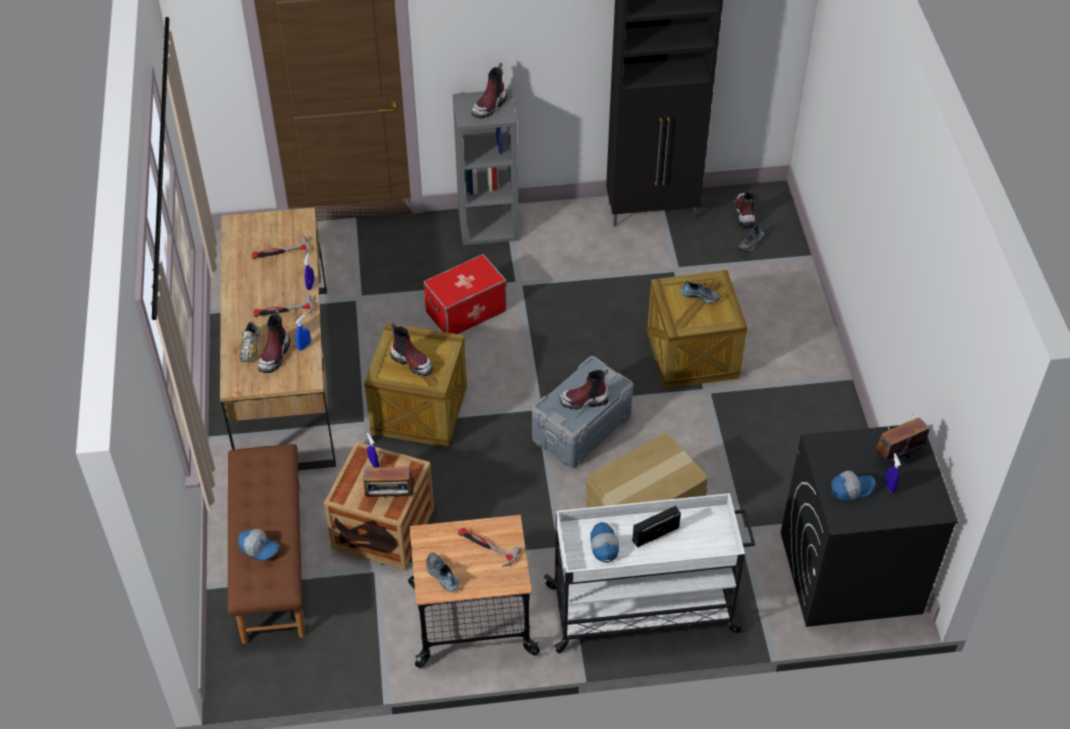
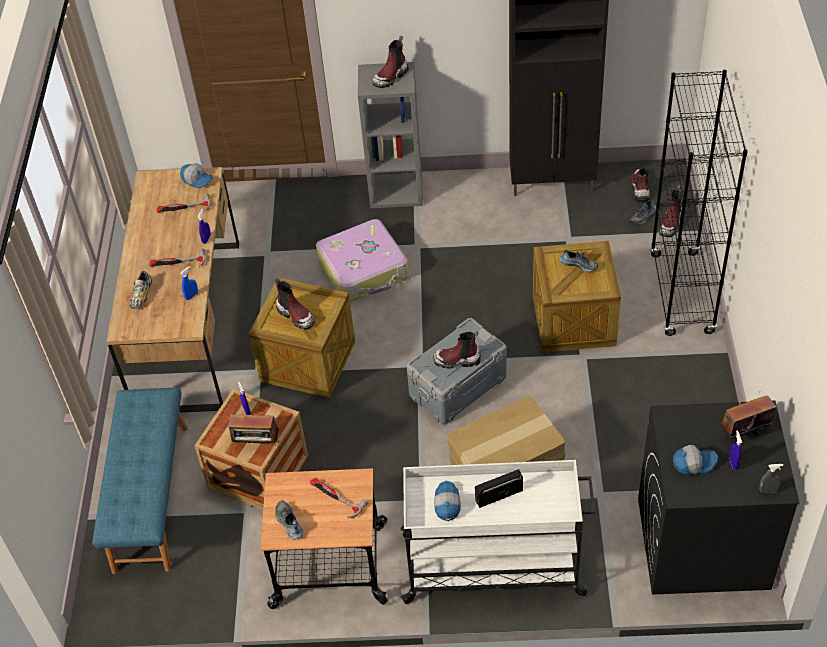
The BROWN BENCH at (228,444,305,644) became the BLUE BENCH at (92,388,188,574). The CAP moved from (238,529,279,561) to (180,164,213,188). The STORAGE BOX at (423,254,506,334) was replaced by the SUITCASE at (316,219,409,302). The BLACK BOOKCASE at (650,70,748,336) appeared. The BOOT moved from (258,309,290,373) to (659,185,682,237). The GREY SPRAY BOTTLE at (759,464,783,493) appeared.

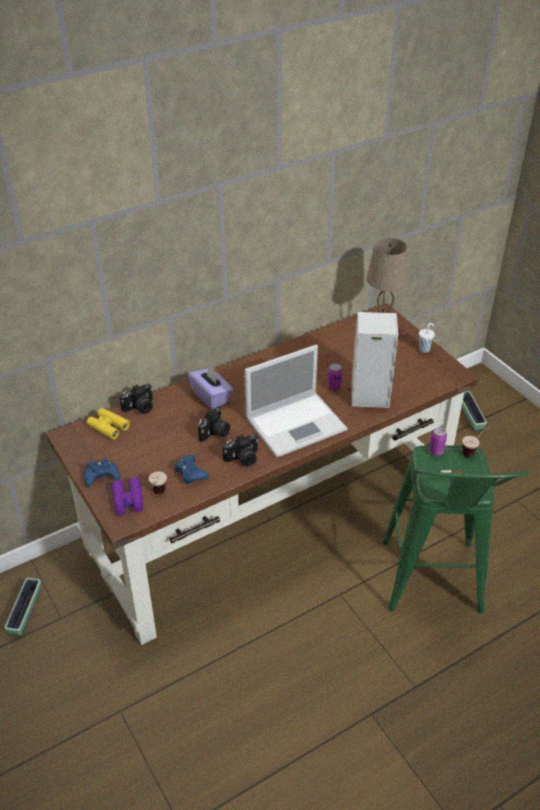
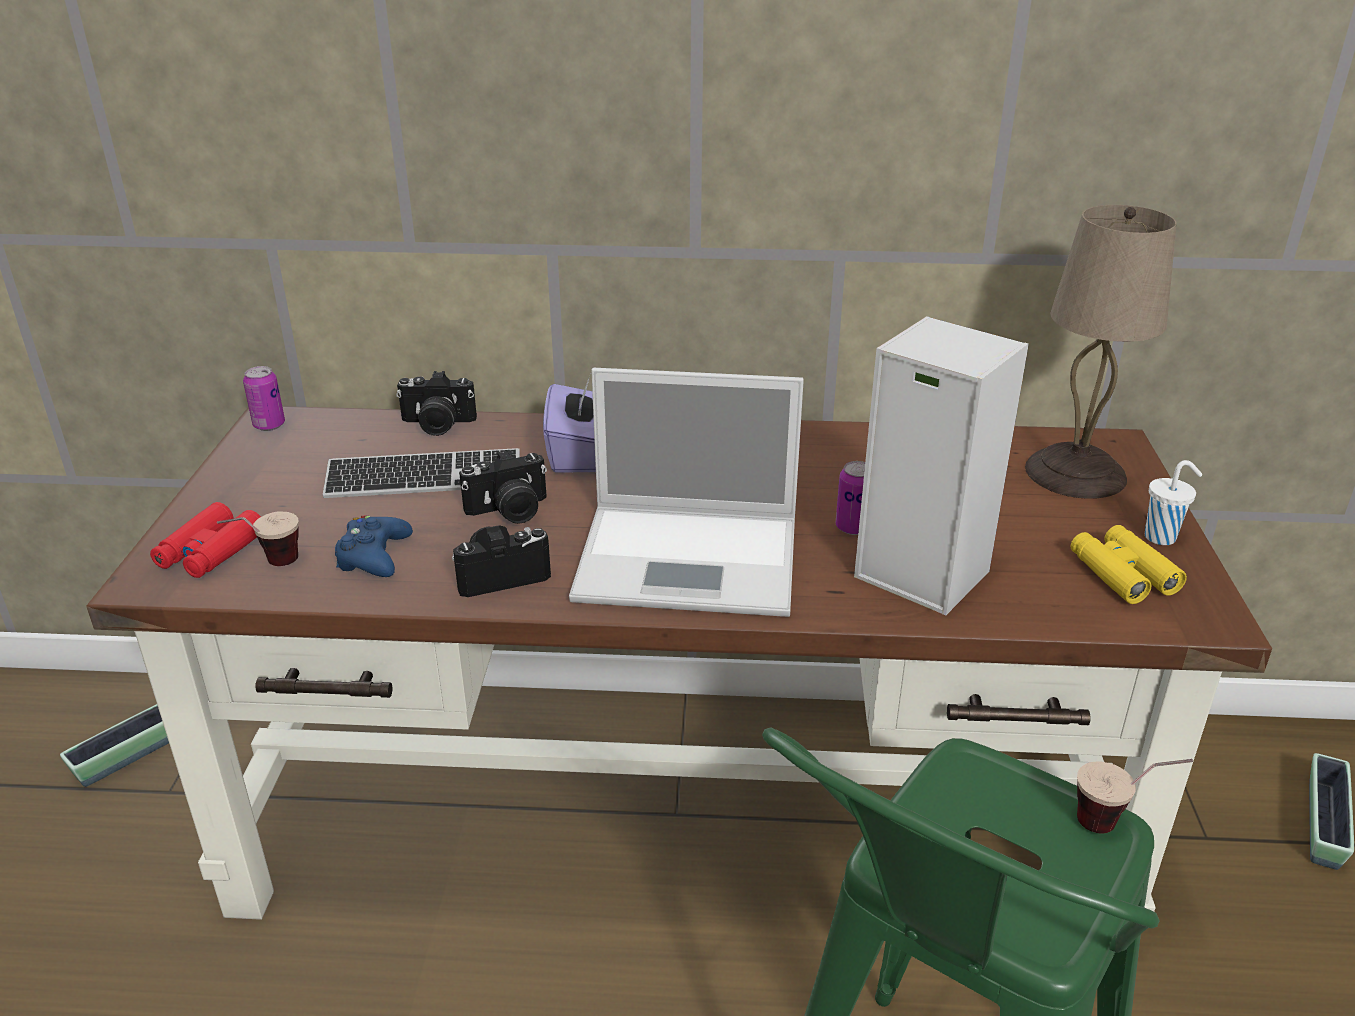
The PURPLE BINOCULARS at (111,478,143,515) became the RED BINOCULARS at (150,502,261,578). The CAN moved from (429,427,447,456) to (243,366,285,431). The KEYBOARD at (323,448,520,498) appeared. The PHOTO CAMERA at (223,434,258,467) turned 150 degrees clockwise. The YELLOW BINOCULARS moved from (87,408,130,440) to (1071,525,1187,604). The BLUE GAME CONTROLLER at (84,459,120,487) disappeared.

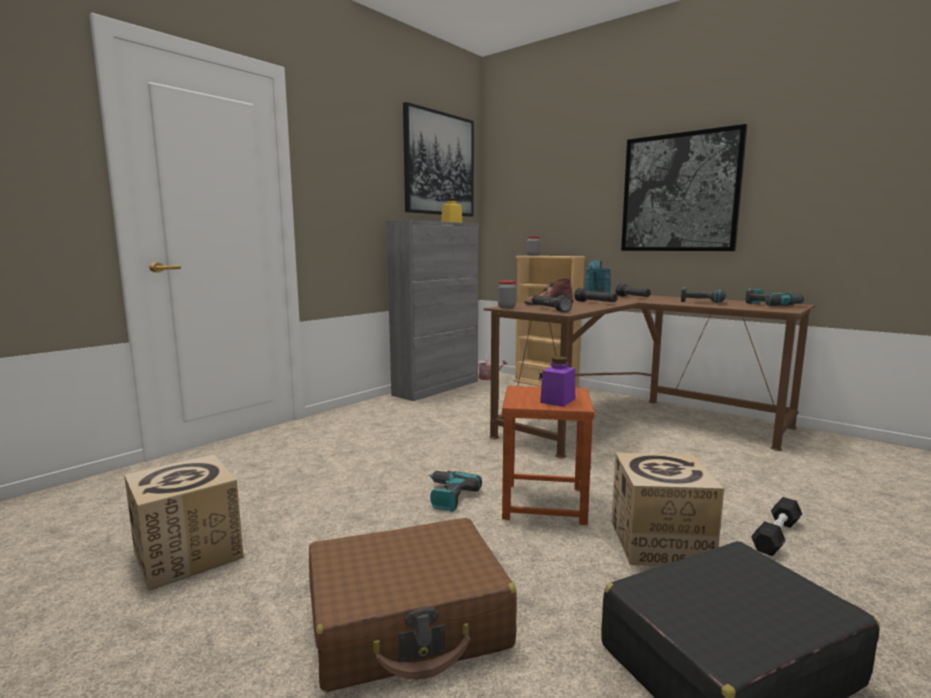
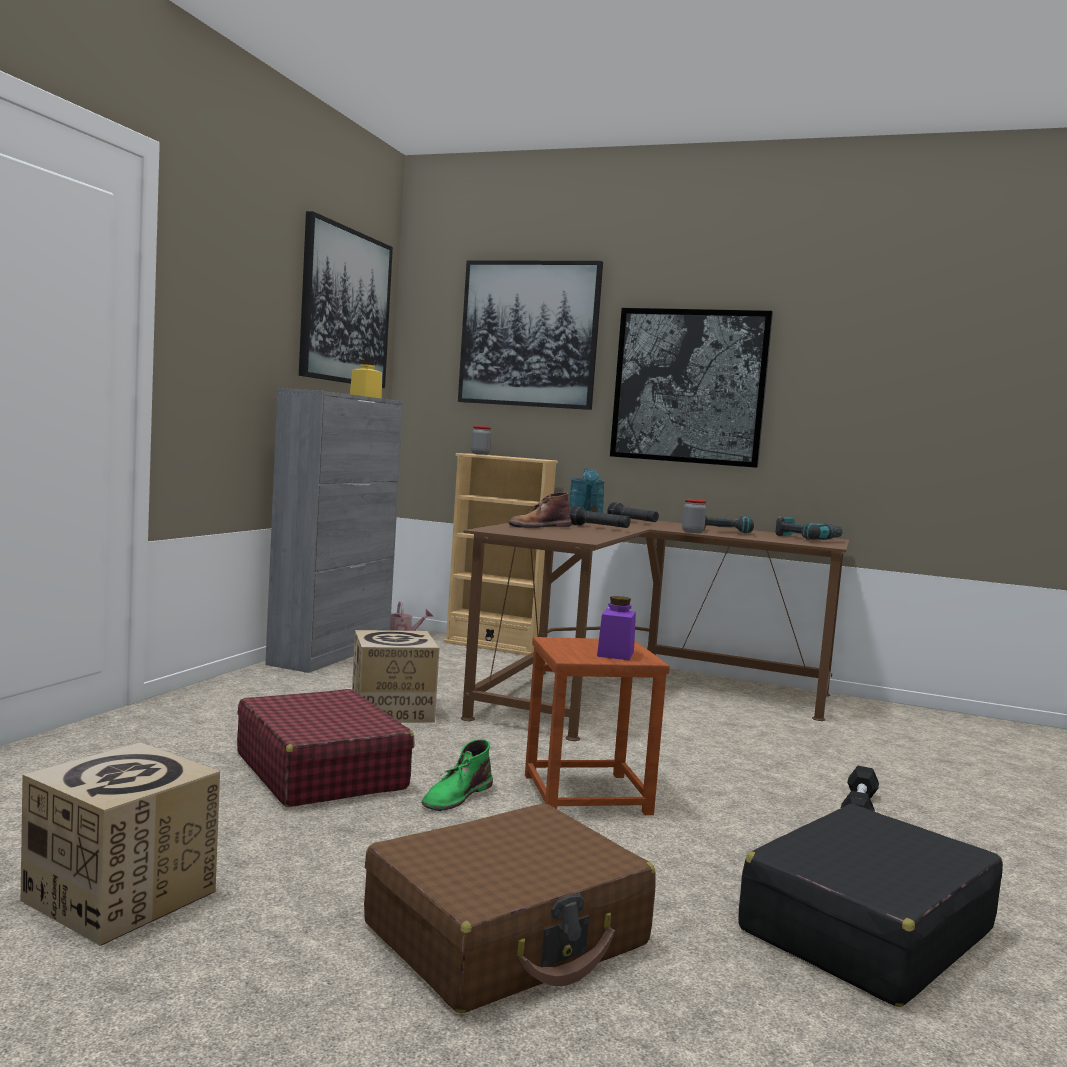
The RED SUITCASE at (237,689,414,807) appeared. The CARDBOARD BOX moved from (612,453,724,566) to (352,630,440,723). The POWER DRILL at (428,471,482,512) was replaced by the GREEN BOOT at (422,739,493,811). The PICTURE at (458,260,603,410) appeared. The JAR moved from (498,281,516,308) to (682,499,706,533). The BLACK FLASHLIGHT at (532,295,572,312) disappeared.

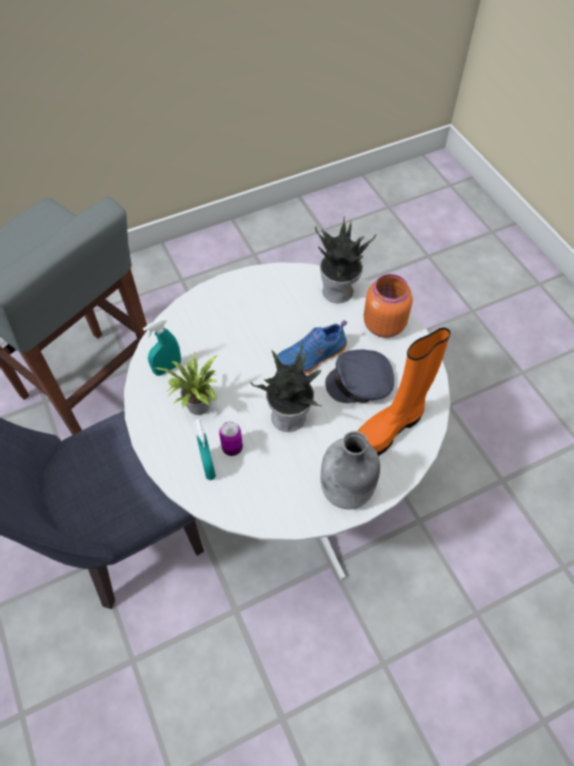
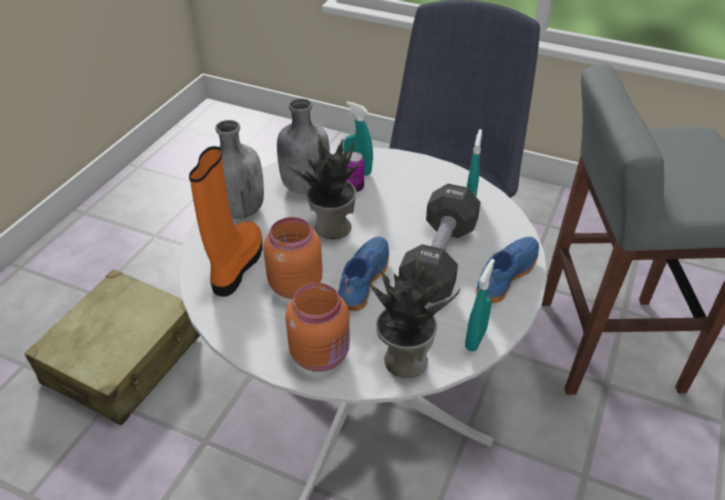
The BEIGE SUITCASE at (24,269,200,425) appeared. The GREY CAP at (325,350,394,403) was replaced by the ORANGE JAR at (263,217,322,299). The GREY BOTTLE at (277,98,330,194) appeared. The BLACK DUMBBELL at (399,184,480,303) appeared. The TURQUOISE SPRAY BOTTLE at (465,259,495,351) appeared. The BLUE SHOE at (476,237,539,303) appeared. The POTTED PLANT at (155,352,218,415) disappeared.

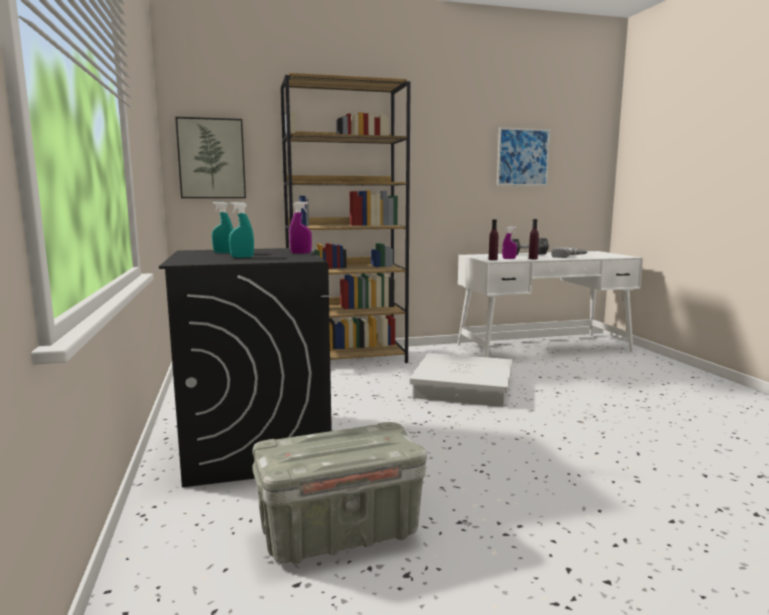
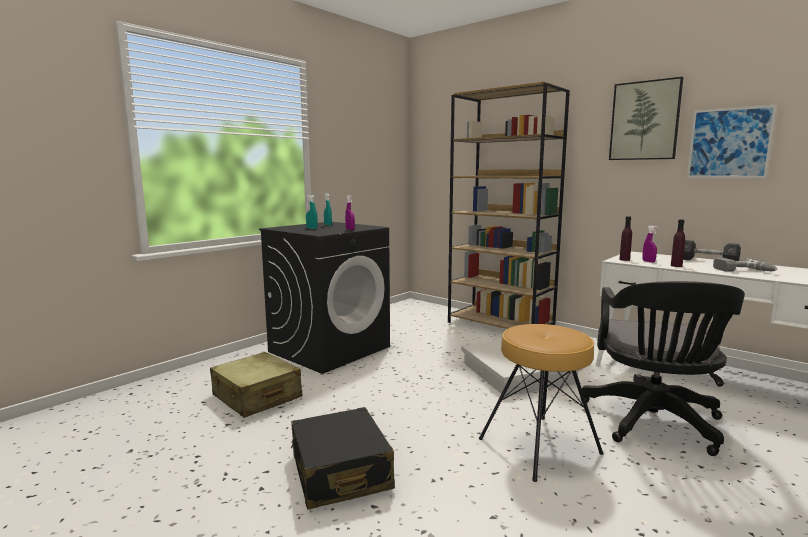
The GREY STORAGE BOX at (252,422,427,564) was replaced by the BEIGE SUITCASE at (210,352,302,418). The BLACK SUITCASE at (291,407,395,509) appeared. The BROWN STOOL at (479,324,604,482) appeared. The BLACK OFFICE CHAIR at (581,281,745,456) appeared. The PICTURE moved from (175,117,246,198) to (609,77,683,160).

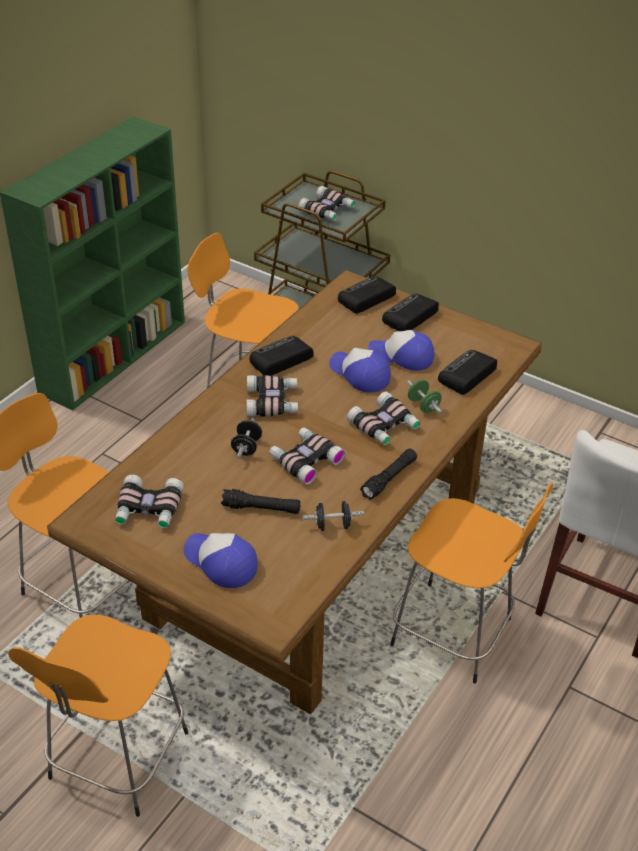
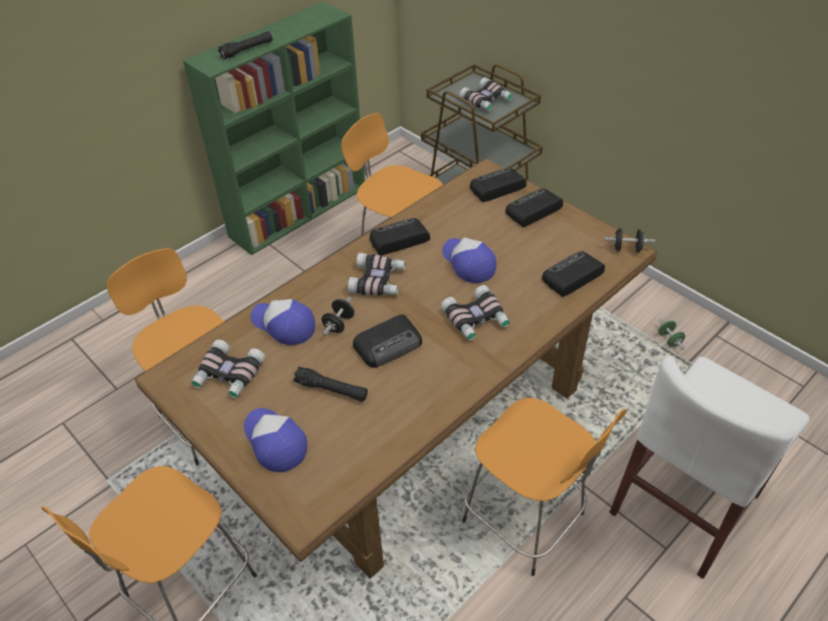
The BLACK FLASHLIGHT moved from (360,448,417,500) to (218,31,272,59). The CAP moved from (368,330,435,371) to (251,299,315,345). The BINOCULARS at (269,427,346,485) was replaced by the RADIO at (353,314,422,368). The BLACK DUMBBELL moved from (302,501,364,531) to (603,228,655,252). The GREEN DUMBBELL moved from (407,380,442,413) to (658,319,685,350).

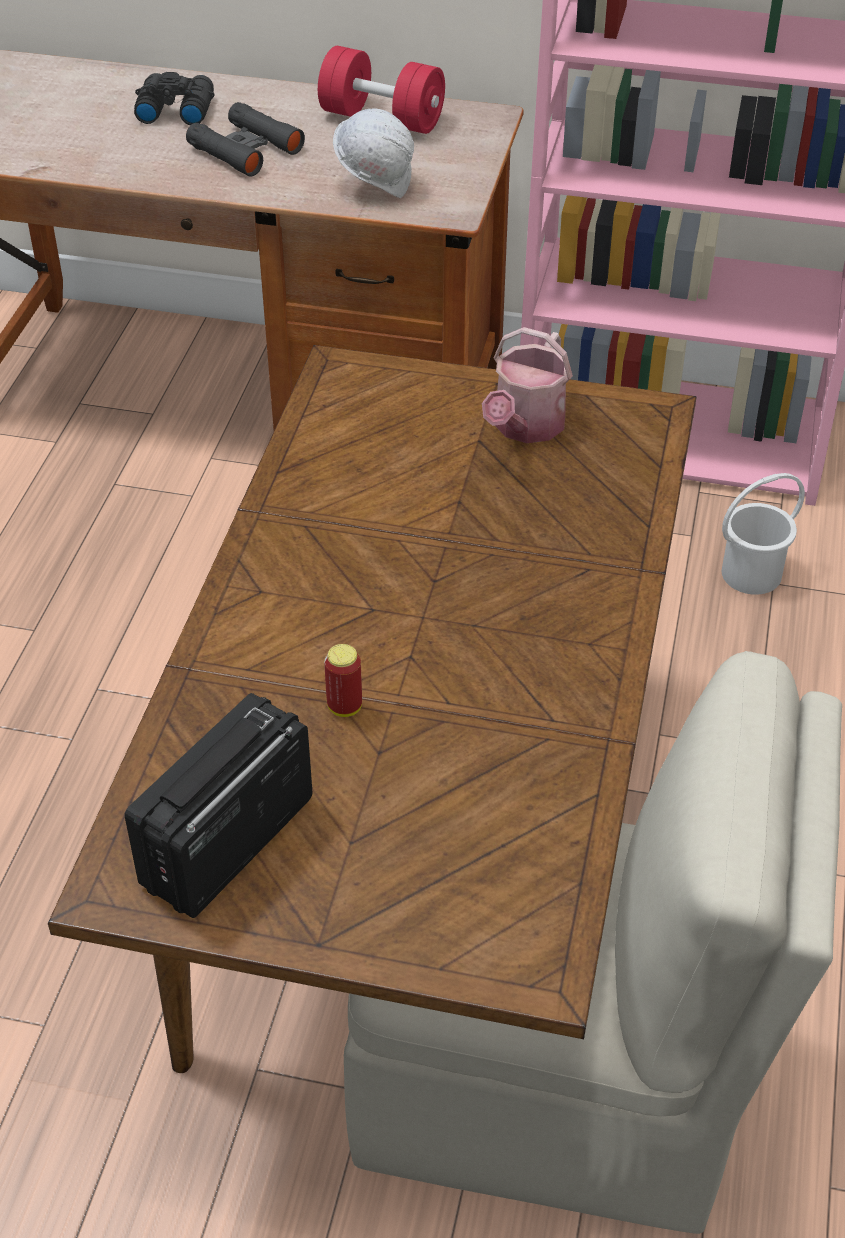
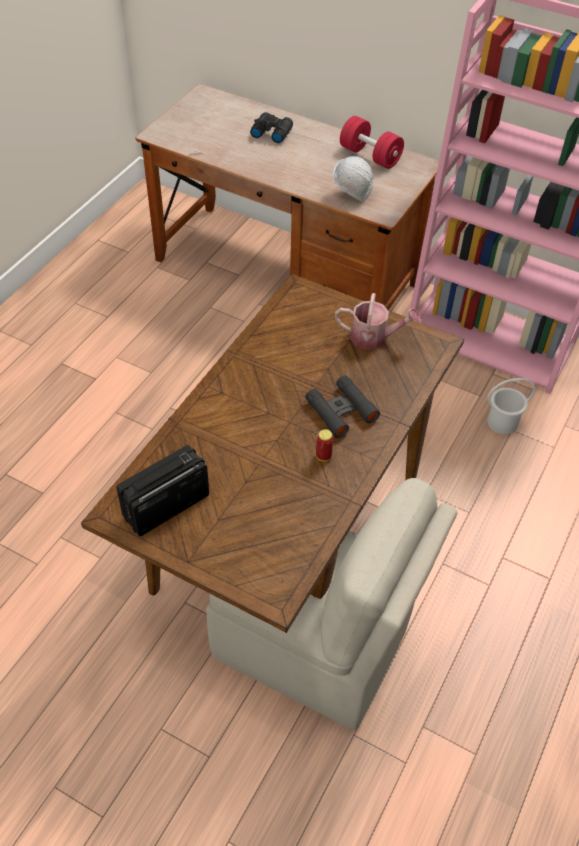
The BLACK BINOCULARS moved from (186,102,305,177) to (305,375,380,438). The CAN moved from (324,644,362,717) to (316,429,333,462). The WATERING CAN at (482,327,573,443) turned 120 degrees counterclockwise.

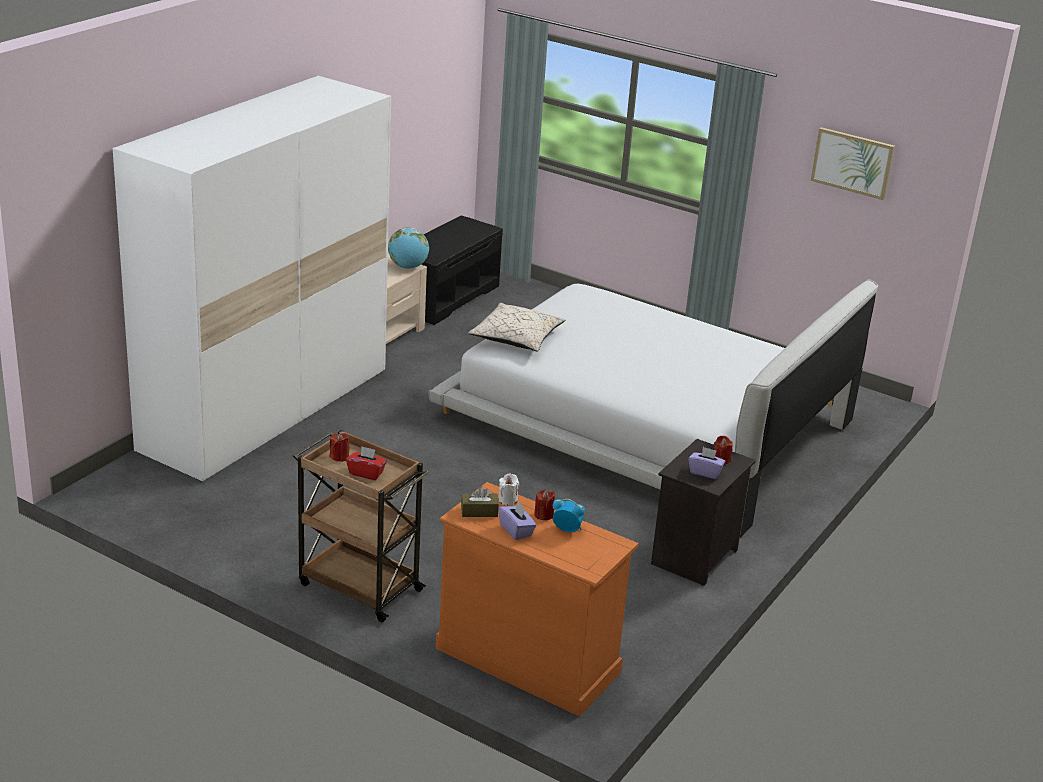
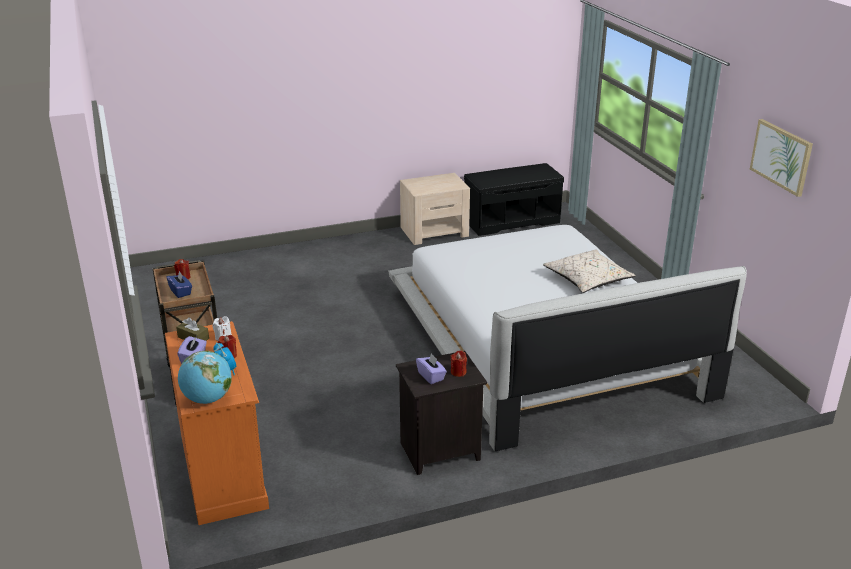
The RED TISSUE BOX at (346,446,387,480) became the BLUE TISSUE BOX at (166,271,192,298). The GLOBE moved from (388,227,429,269) to (178,351,232,404). The BEIGE PILLOW moved from (468,303,565,351) to (543,250,636,293). The WHITE WARDROBE at (113,76,391,481) disappeared.

